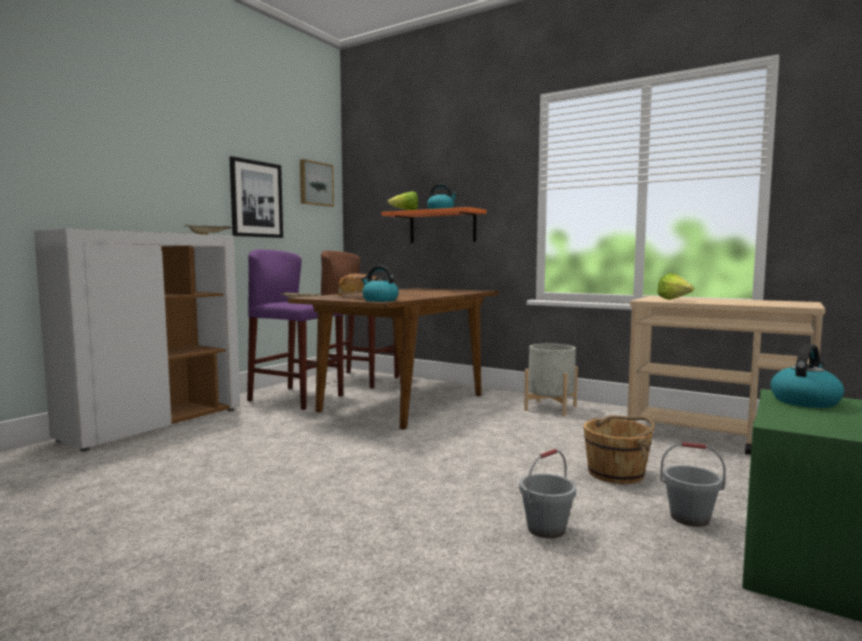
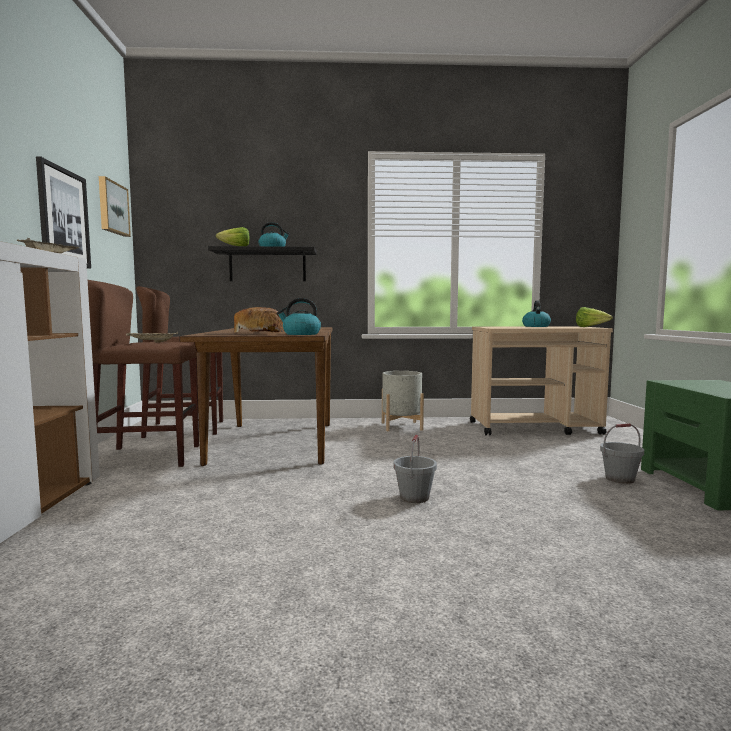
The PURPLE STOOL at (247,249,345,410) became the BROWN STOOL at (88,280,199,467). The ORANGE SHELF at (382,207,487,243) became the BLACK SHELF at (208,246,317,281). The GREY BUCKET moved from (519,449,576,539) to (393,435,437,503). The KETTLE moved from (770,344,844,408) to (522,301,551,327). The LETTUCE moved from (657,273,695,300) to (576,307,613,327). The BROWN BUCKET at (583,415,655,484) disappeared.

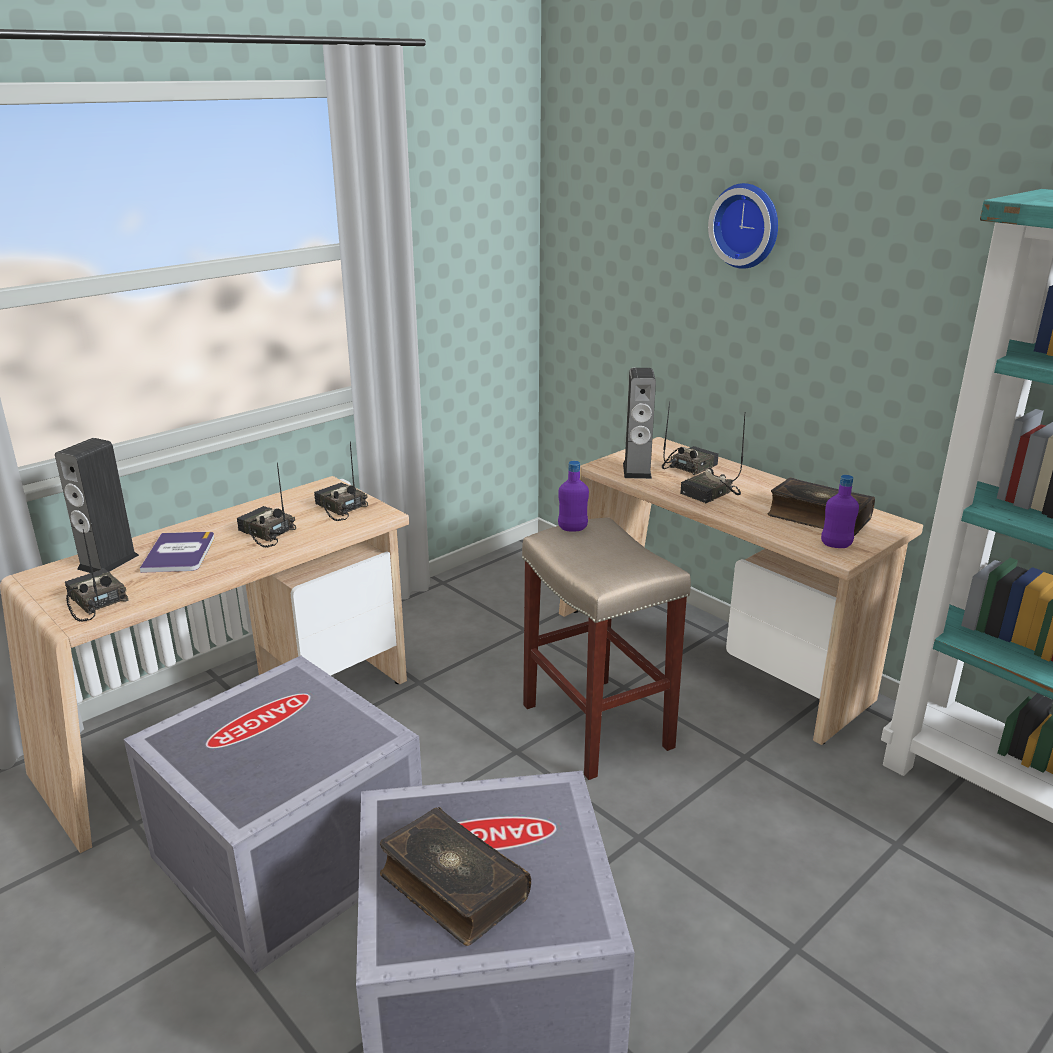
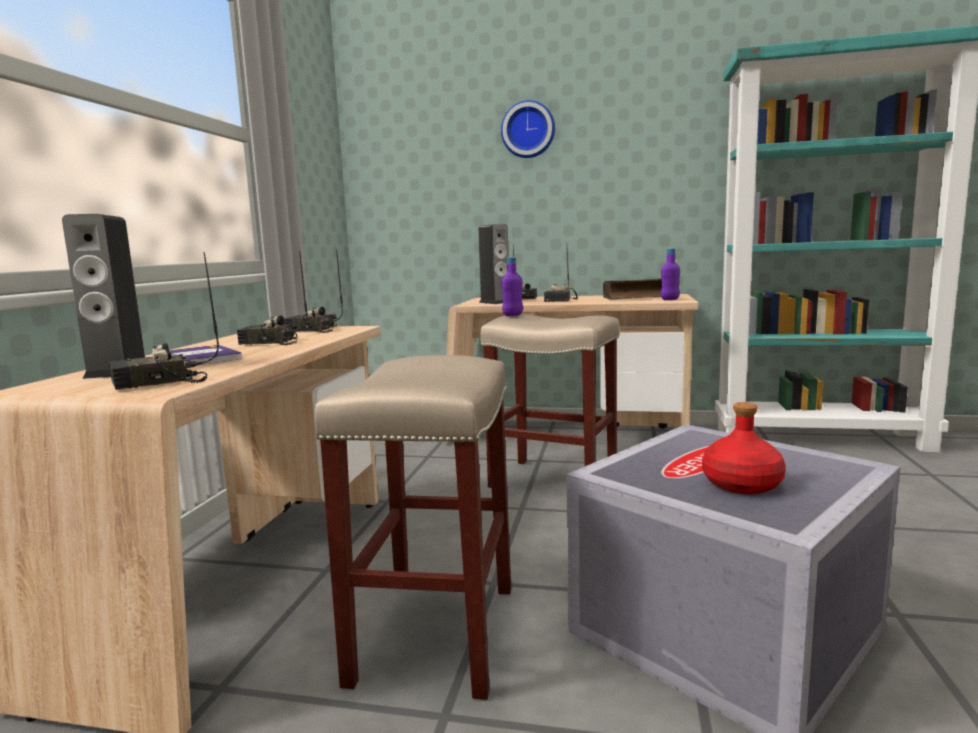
The RADIO at (65,529,129,622) turned 45 degrees counterclockwise. The GREY STORAGE BOX at (124,656,422,973) was replaced by the BEIGE STOOL at (314,355,511,700). The BOOK at (380,807,531,946) was replaced by the RED BOTTLE at (702,402,786,494).

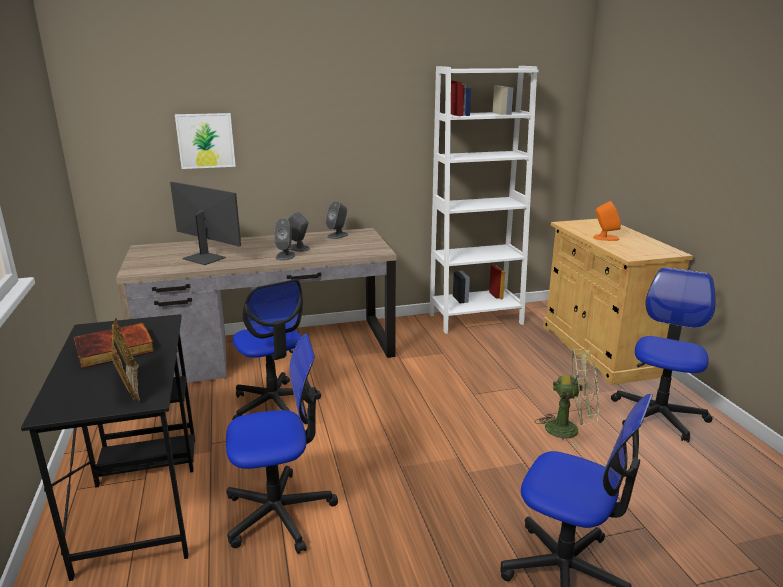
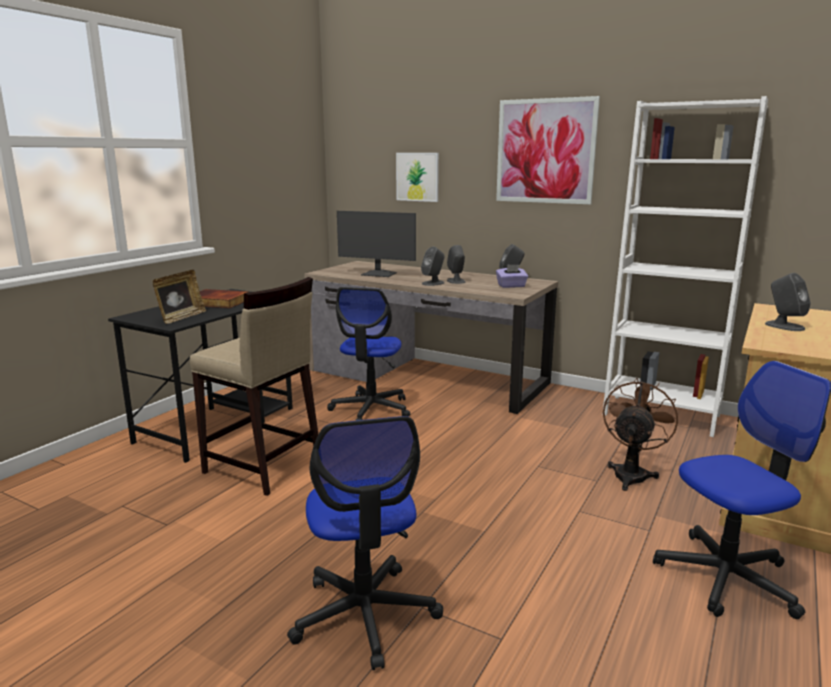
The OFFICE CHAIR at (226,334,338,554) was replaced by the BEIGE STOOL at (190,277,318,496). The MONITOR at (170,182,241,265) turned 120 degrees clockwise. The PICTURE at (496,96,600,204) appeared. The PURPLE TISSUE BOX at (496,264,528,288) appeared. The BROWN FAN at (603,378,679,491) appeared. The ORANGE SPEAKER at (593,201,621,241) became the GREY SPEAKER at (765,273,811,331). The GREEN FAN at (535,349,599,448) disappeared.

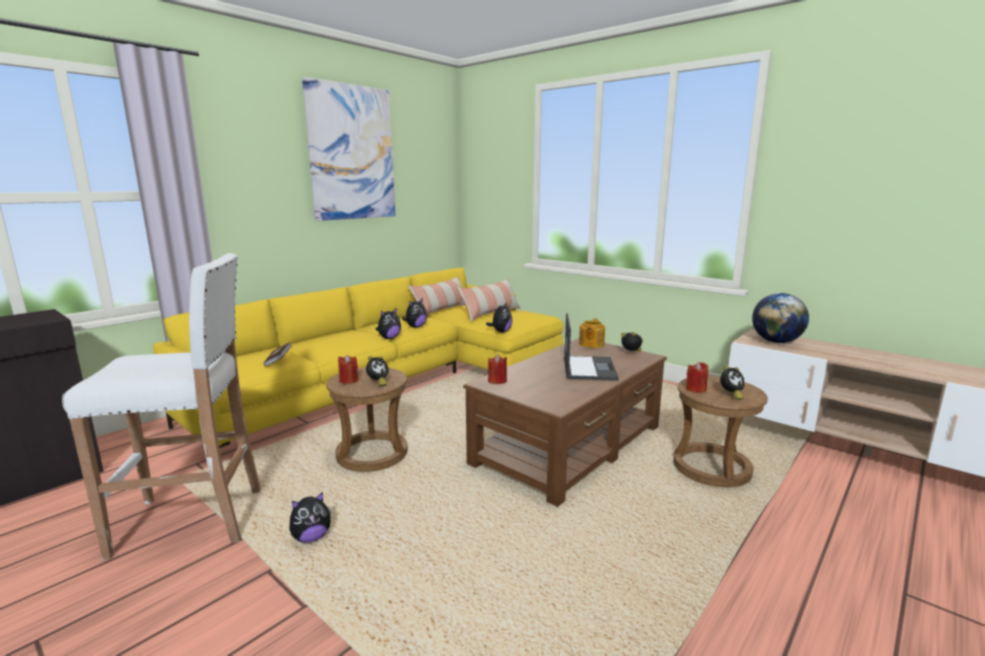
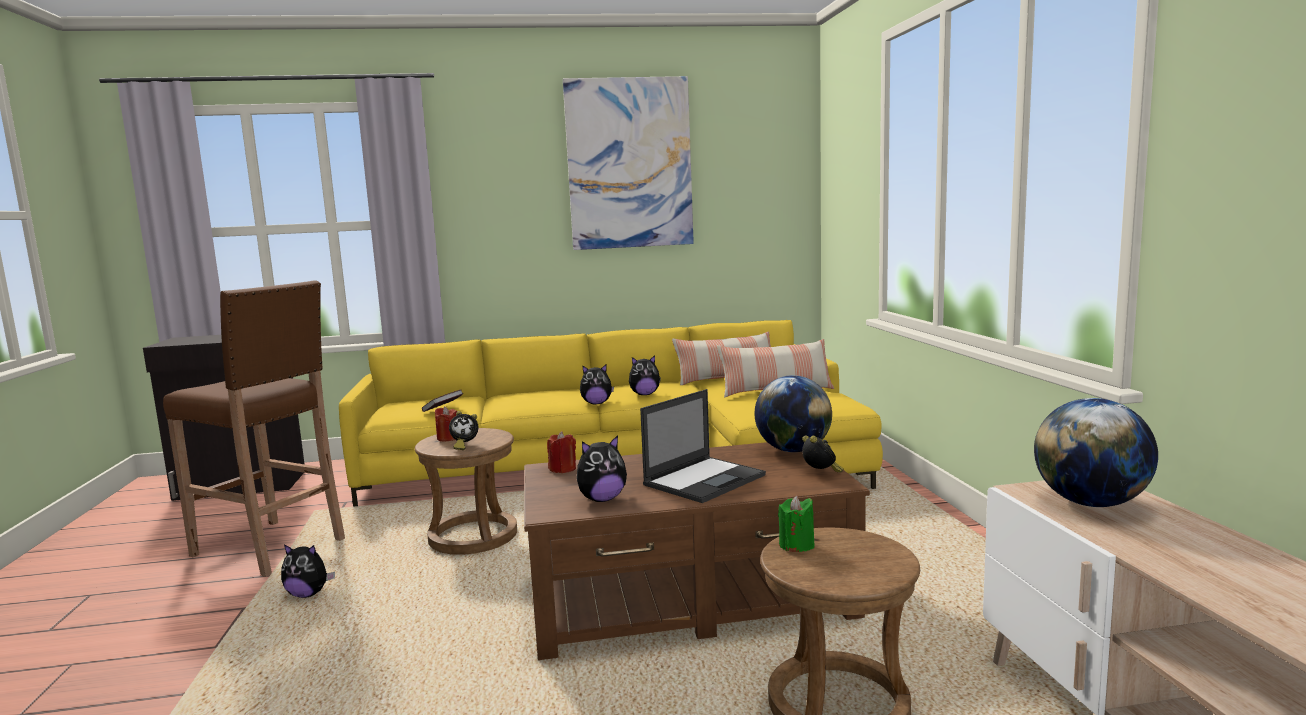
The WHITE STOOL at (62,253,261,560) became the BROWN STOOL at (163,280,345,577). The PLUSH TOY moved from (486,302,512,332) to (576,435,627,502). The TEAPOT at (579,318,605,348) was replaced by the GLOBE at (755,375,832,452). The RED CANDLE at (686,362,709,393) became the GREEN CANDLE at (778,496,815,552). The ALARM CLOCK at (720,365,744,400) disappeared.

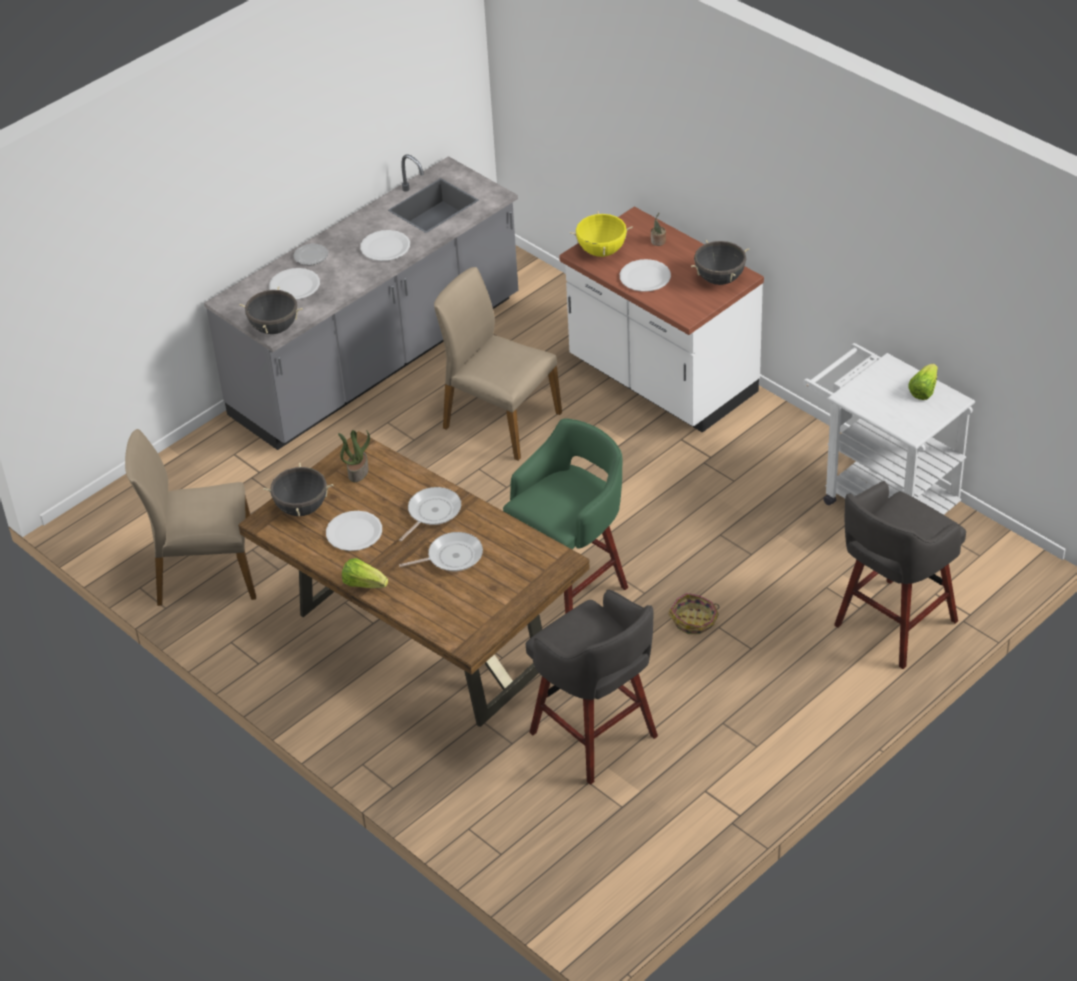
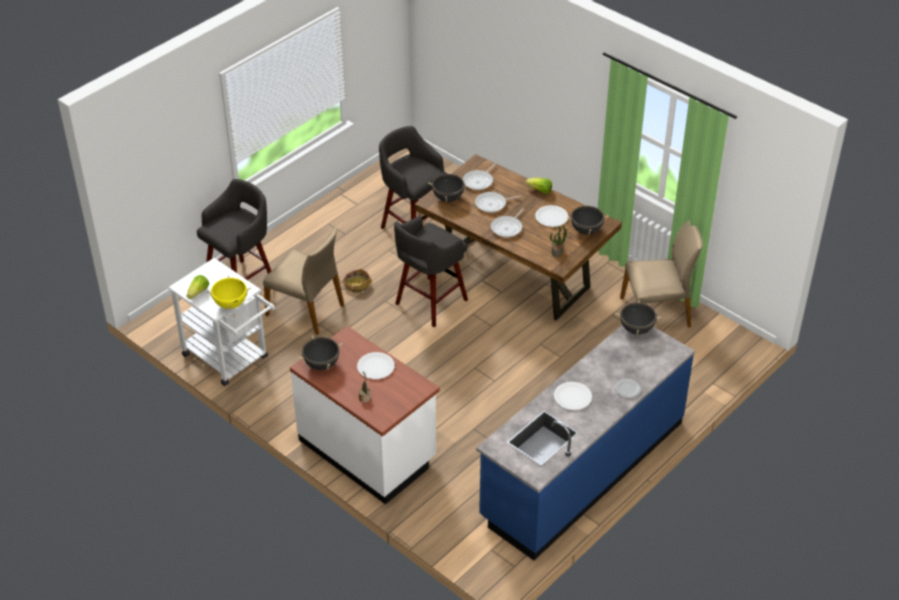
The YELLOW COOKING POT moved from (570,211,633,257) to (207,275,251,309). The BEIGE CHAIR moved from (434,267,562,461) to (263,228,344,335). The GREEN STOOL at (503,418,628,614) became the GREY STOOL at (394,216,468,327). The BLACK COOKING POT at (428,172,468,202) appeared. The FRYING PAN at (463,163,496,190) appeared. The GREY COUNTER at (204,154,518,450) became the BLUE COUNTER at (476,325,695,560). The WHITE PLATE at (269,268,320,300) disappeared.

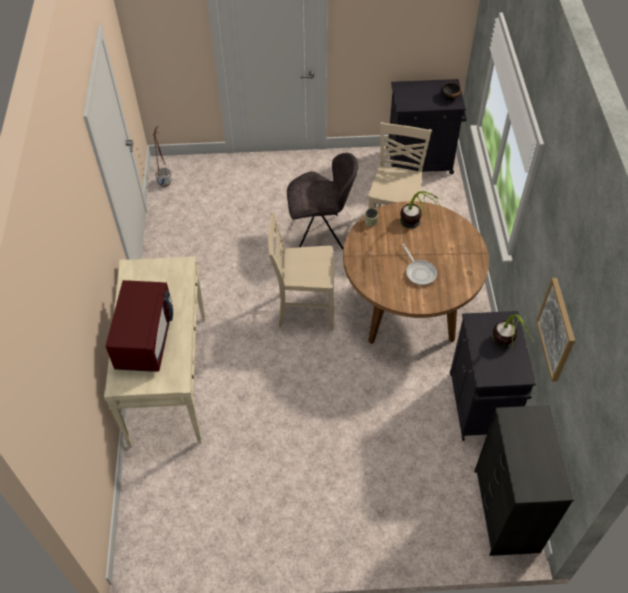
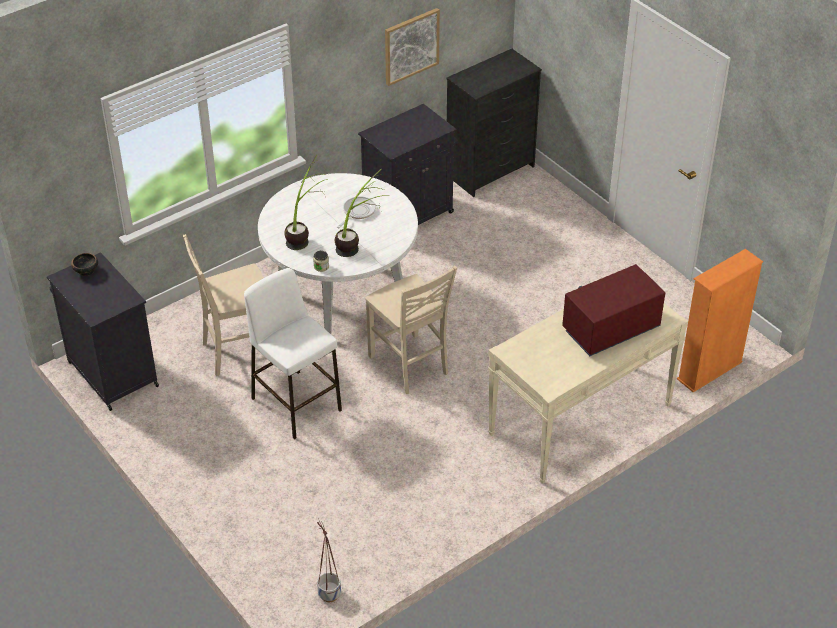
The GREY CHAIR at (287,153,358,249) was replaced by the WHITE STOOL at (244,268,342,439). The BROWN DINING TABLE at (343,201,489,344) became the WHITE DINING TABLE at (258,173,418,334). The POTTED PLANT moved from (492,314,534,349) to (335,169,390,257). The ORANGE BOOKCASE at (677,249,763,392) appeared.

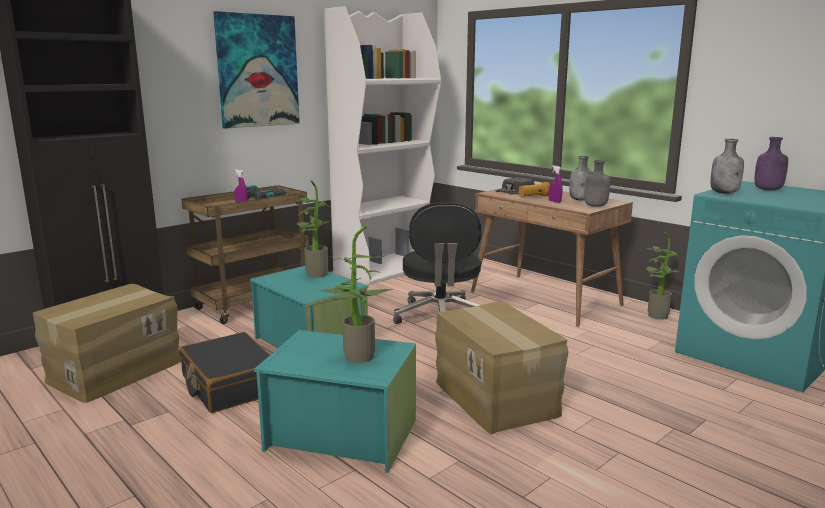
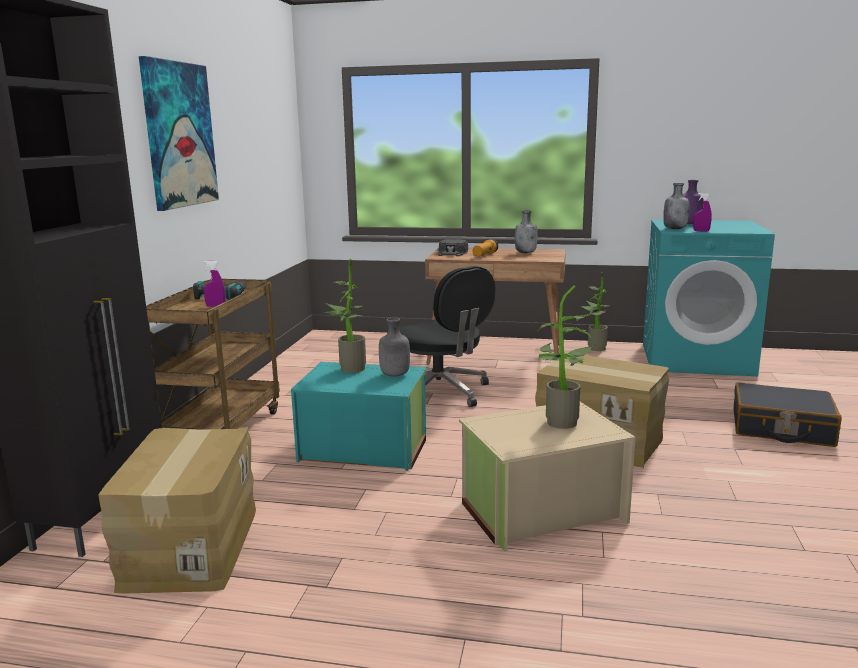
The GREY BOTTLE moved from (584,160,610,207) to (379,318,410,377). The TURQUOISE STORAGE BOX at (254,330,416,473) became the BEIGE STORAGE BOX at (459,402,636,551). The PURPLE SPRAY BOTTLE moved from (549,165,562,203) to (693,193,712,231). The BLACK SUITCASE moved from (179,332,270,413) to (733,382,842,447). The WHITE BOOKCASE at (324,6,441,285) disappeared.

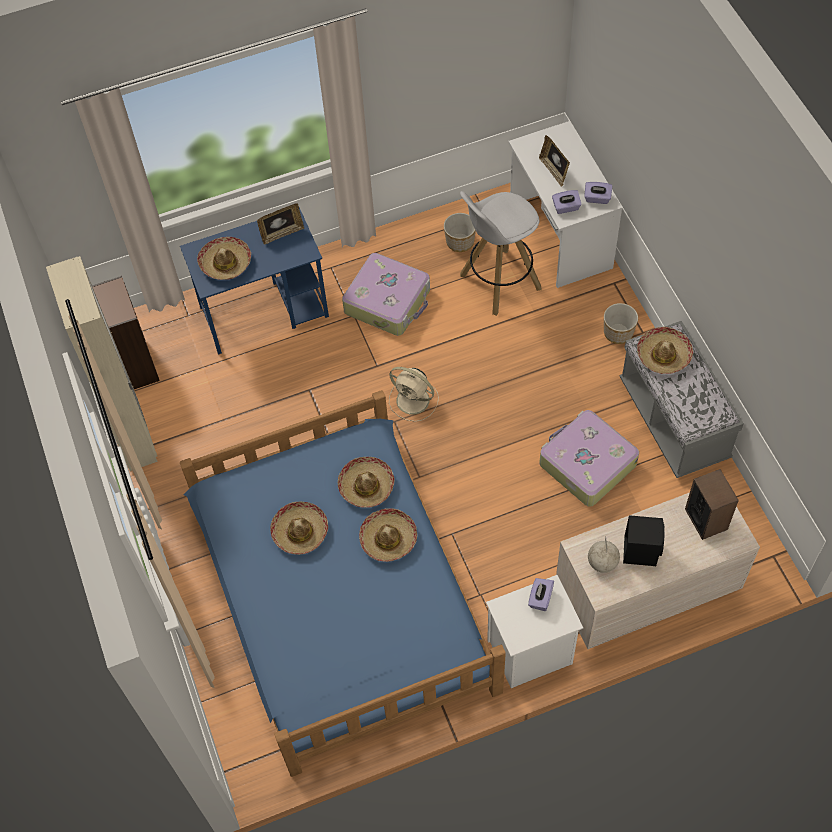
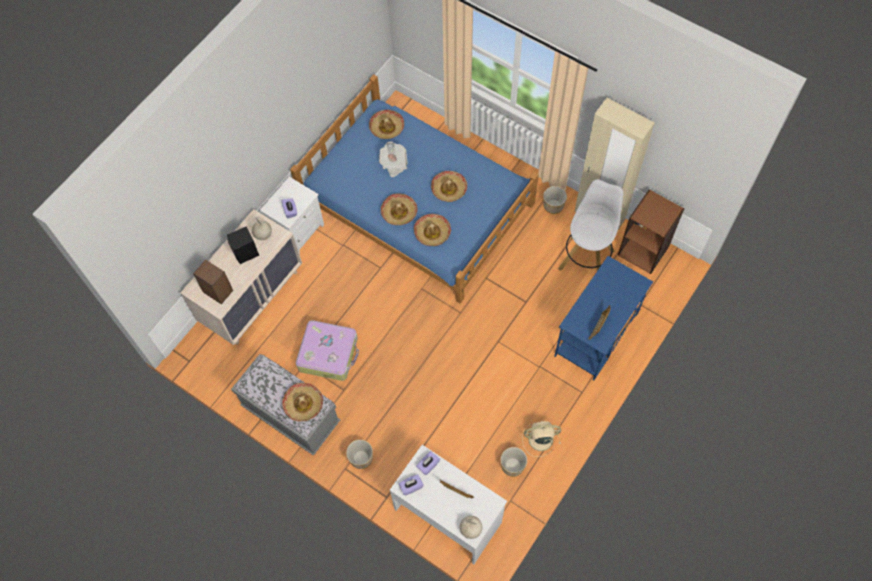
The HAT moved from (197,237,251,280) to (369,110,404,139). The NEWSPAPER at (379,141,407,177) appeared. The GLOBE at (460,516,482,539) appeared. The BEIGE FAN moved from (389,367,439,422) to (522,421,561,457). The PLANTER at (543,186,567,214) appeared. The WHITE STOOL moved from (460,191,541,316) to (558,179,623,271). The SUITCASE at (342,253,430,336) disappeared.

